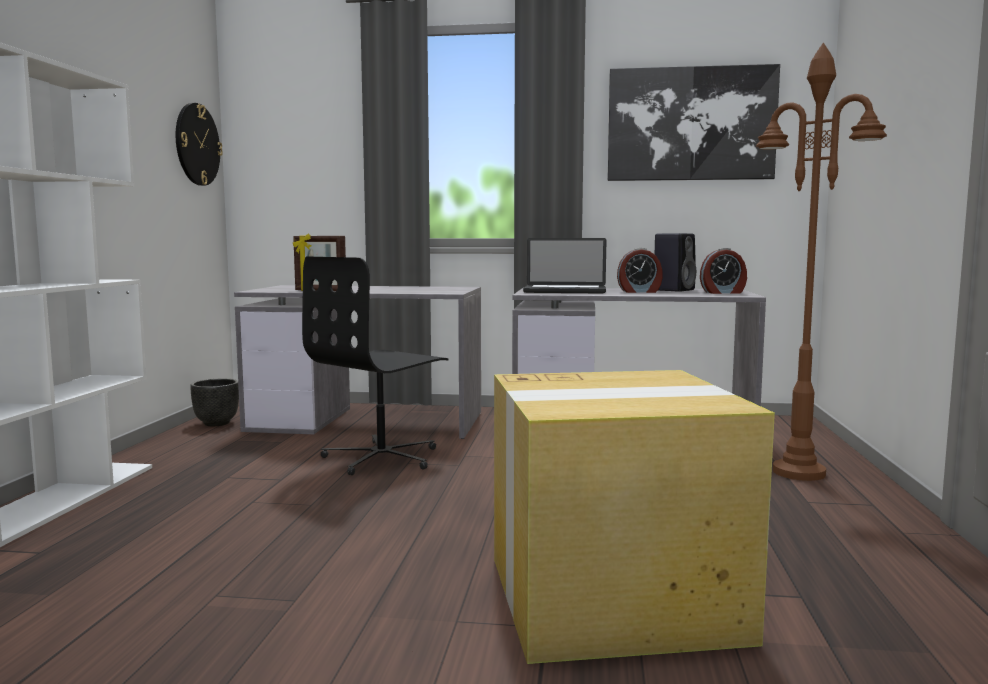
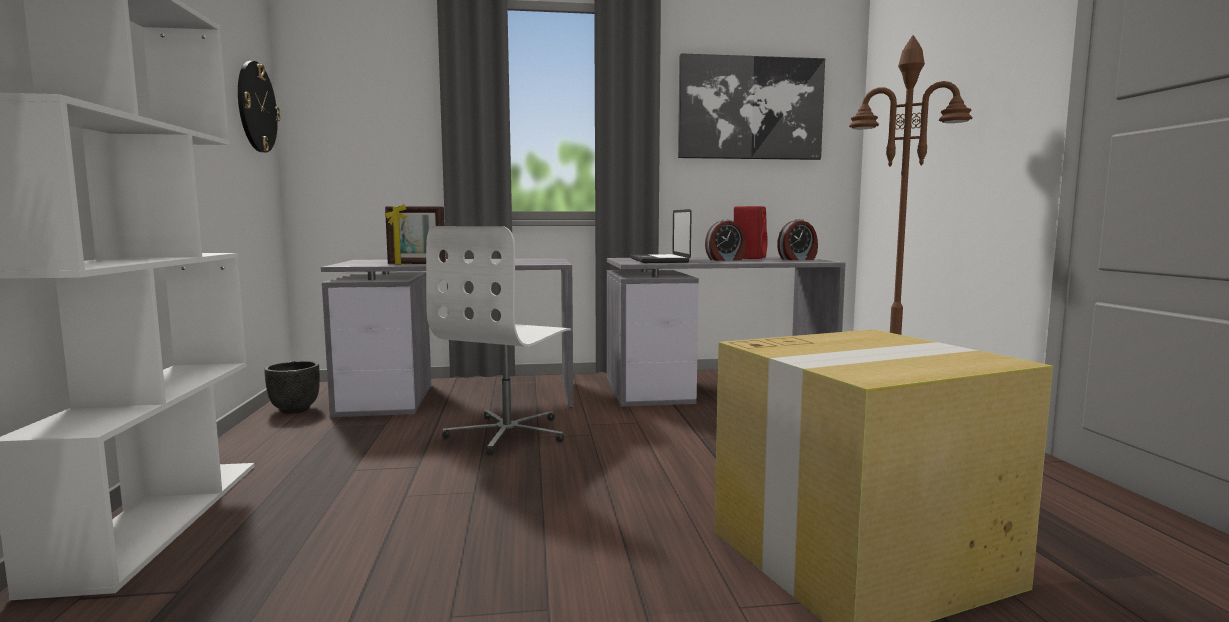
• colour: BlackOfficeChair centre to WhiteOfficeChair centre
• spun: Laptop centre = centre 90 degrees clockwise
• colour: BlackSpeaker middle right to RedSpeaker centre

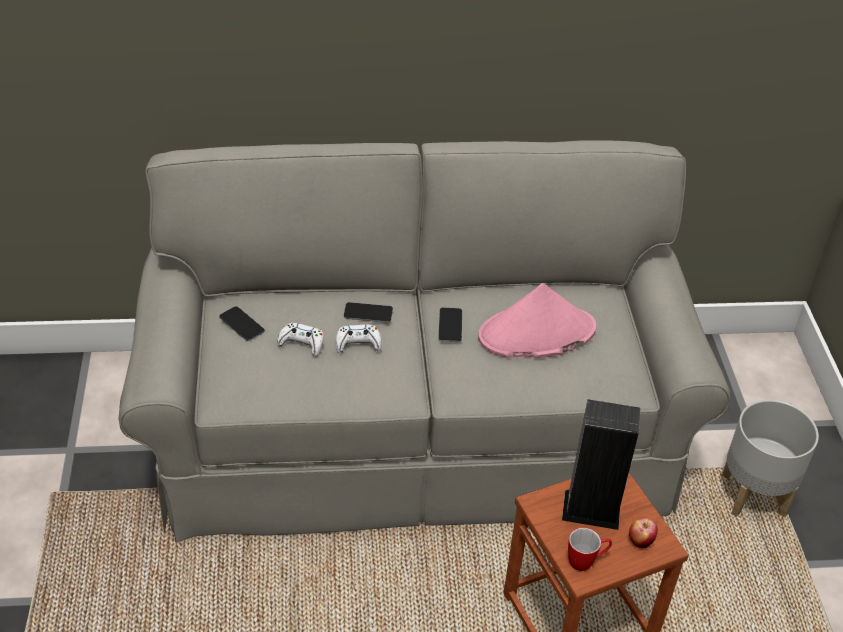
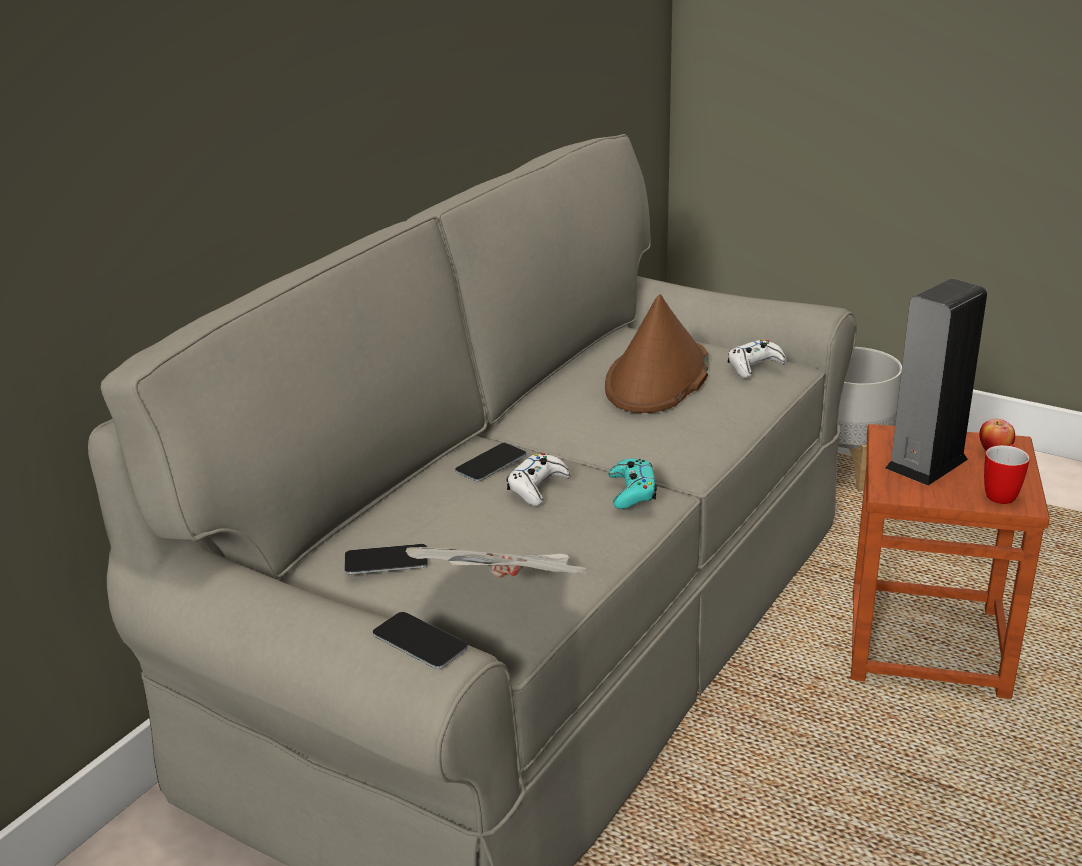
• relocated: WhiteGameController (no. 1 from left in the first image) centre to WhiteGameController (no. 2 from left) middle right
• relocated: Phone (no. 3 from left in the first image) centre to Phone (no. 2 from left) bottom centre
• colour: PinkHat centre to BrownHat centre
• appeared: Newspaper centre
• appeared: TurquoiseGameController centre

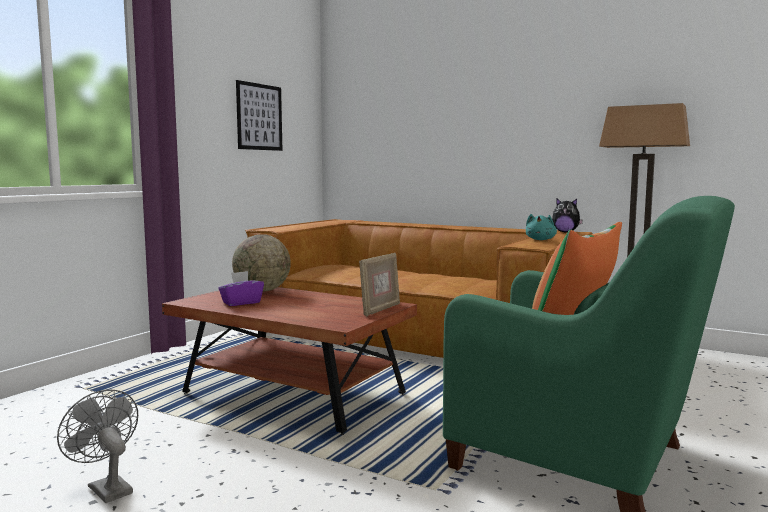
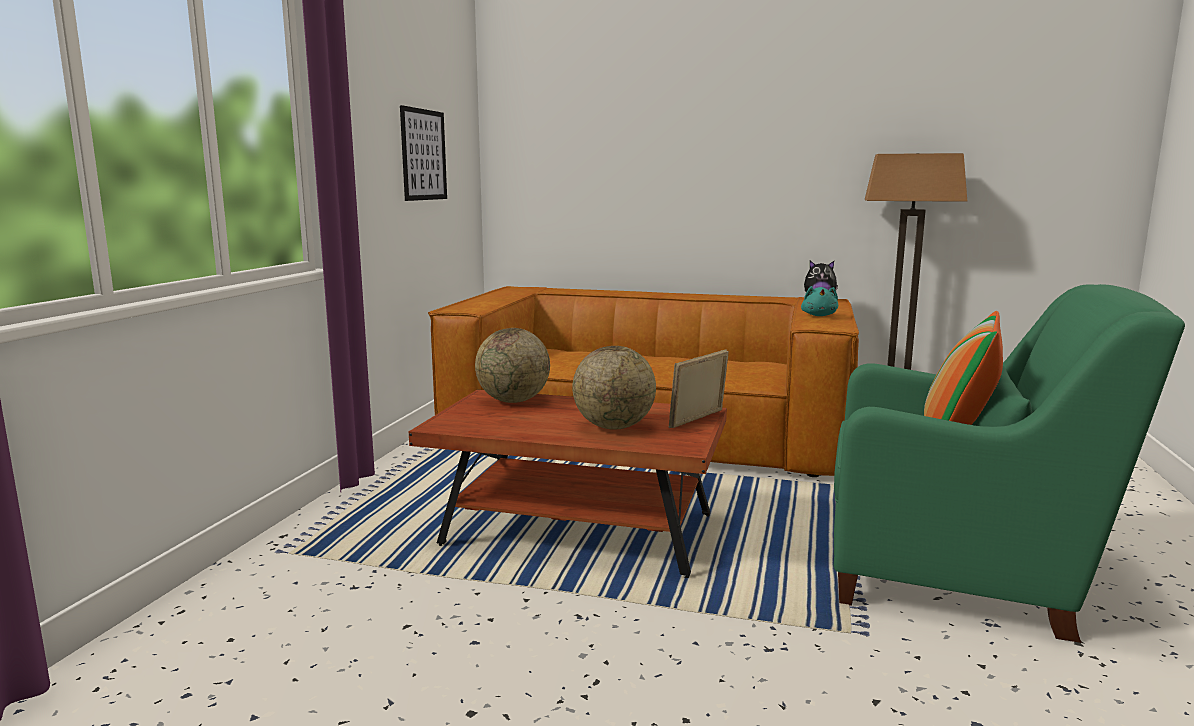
• missing: GreyFan bottom left
• missing: PurpleTissueBox middle left
• spun: PictureFrame centre = centre 150 degrees counterclockwise
• appeared: Globe (no. 2 from left) centre

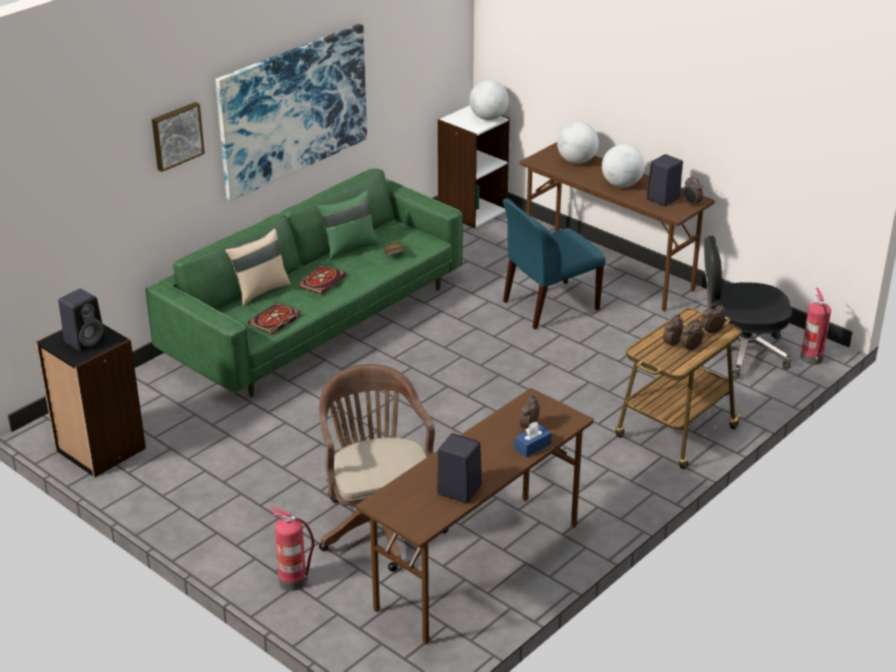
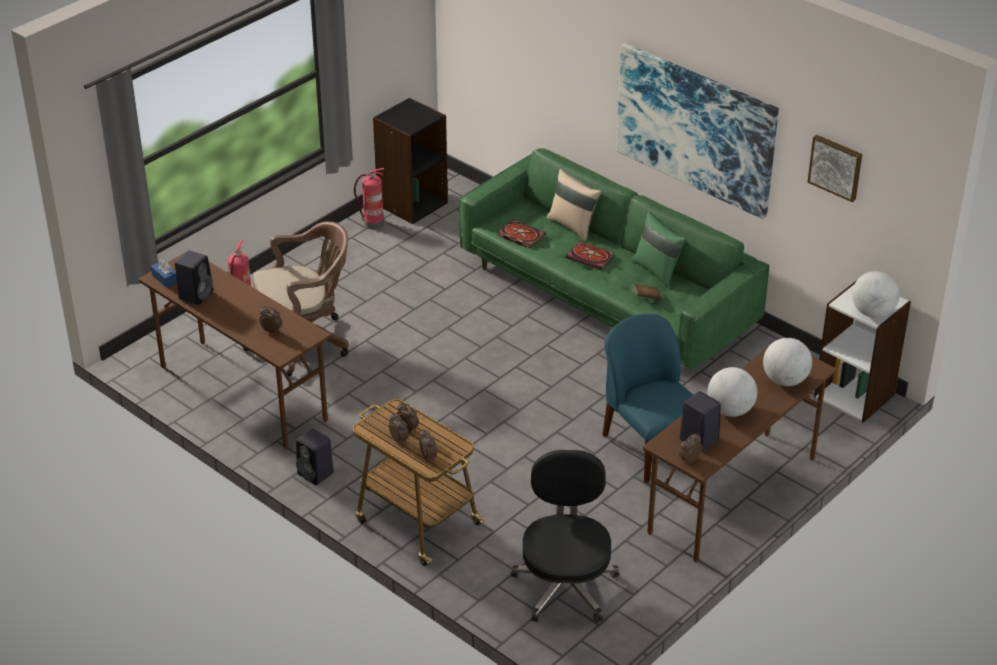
• relocated: BlackSpeaker (no. 1 from left in the first image) middle left to BlackSpeaker (no. 2 from left) bottom left
• relocated: Picture (no. 1 from left in the first image) top left to Picture (no. 2 from left) top right
• relocated: BlueTissueBox centre to middle left
• relocated: FireExtinguisher (no. 2 from left) middle right to top centre

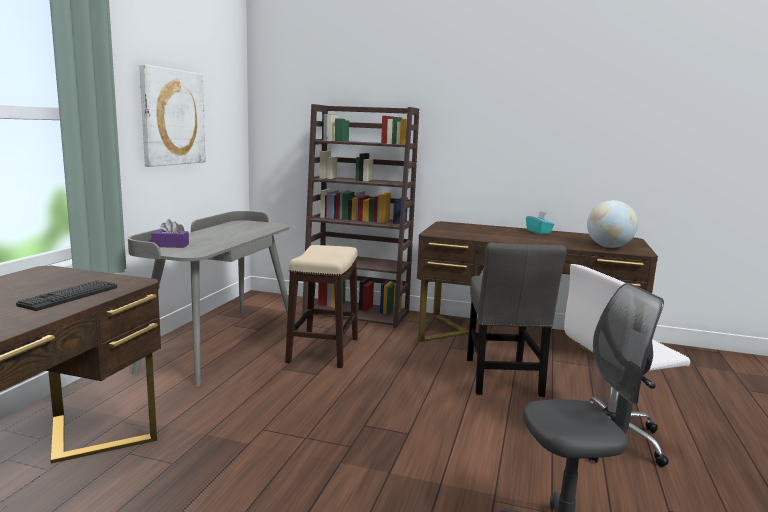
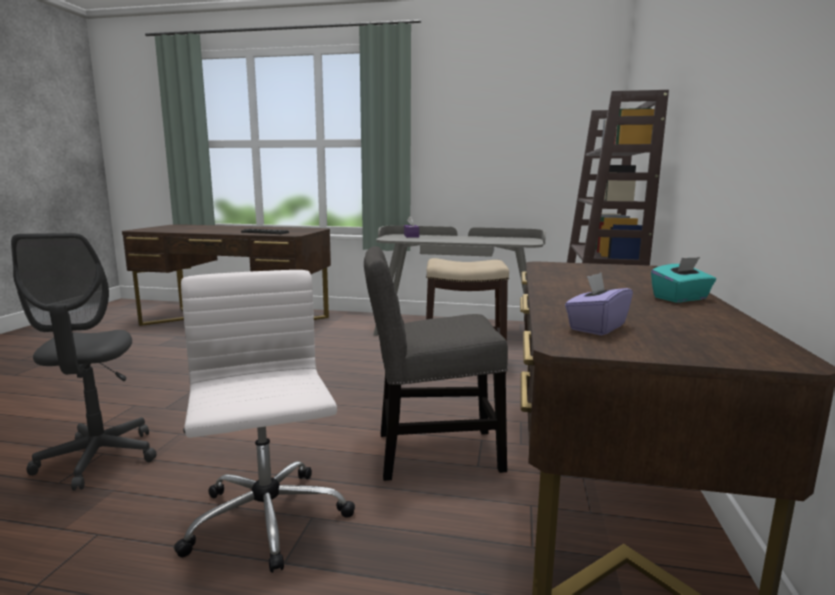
• missing: Picture top left
• exchanged: Globe middle right to PurpleTissueBox (no. 2 from left) middle right

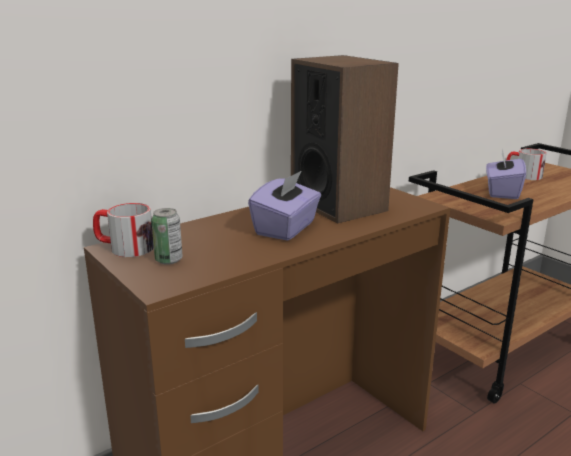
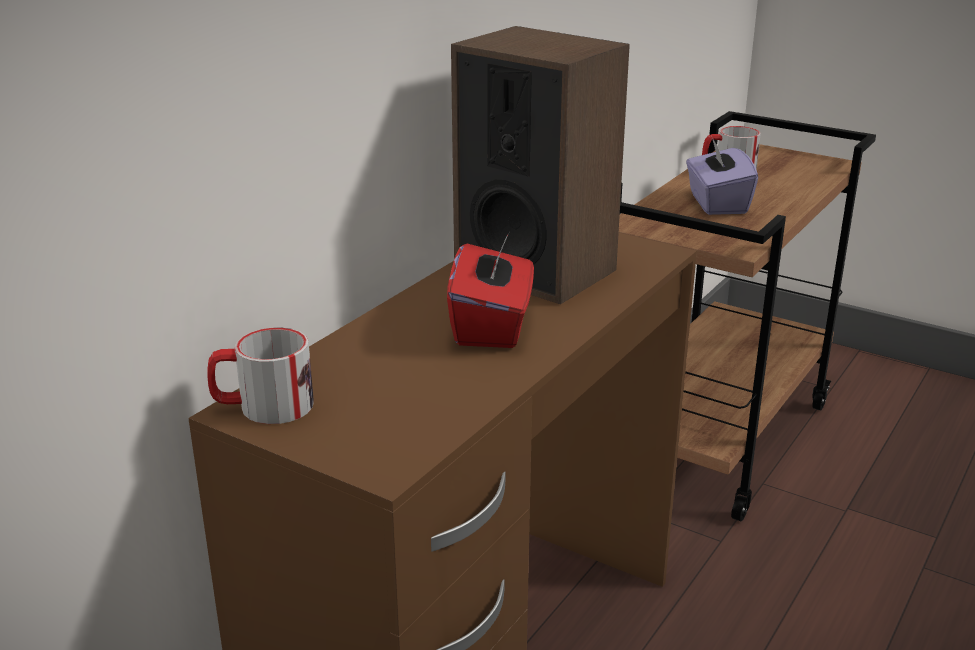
• missing: Can middle left
• colour: PurpleTissueBox (no. 1 from left) centre to RedTissueBox centre

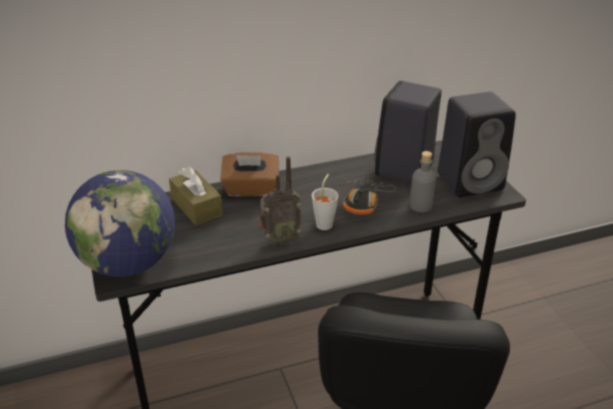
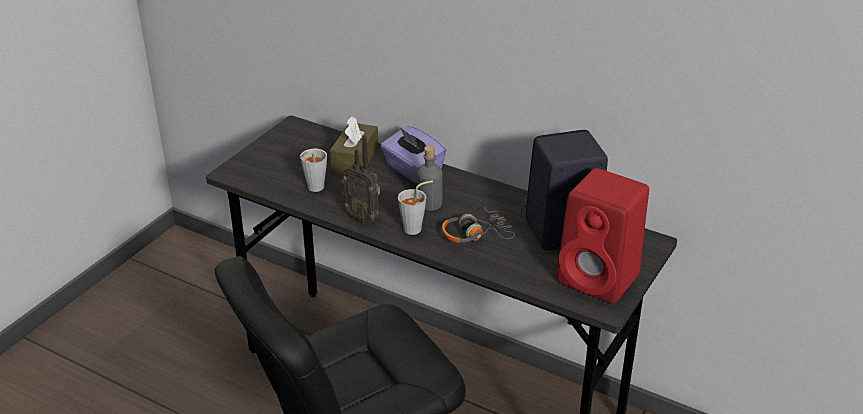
• missing: Globe middle left
• colour: BrownTissueBox (no. 2 from left) centre to PurpleTissueBox centre
• relocated: GreyBottle middle right to centre
• colour: BlackSpeaker (no. 2 from left) middle right to RedSpeaker middle right
• appeared: GreyCup (no. 1 from left) centre

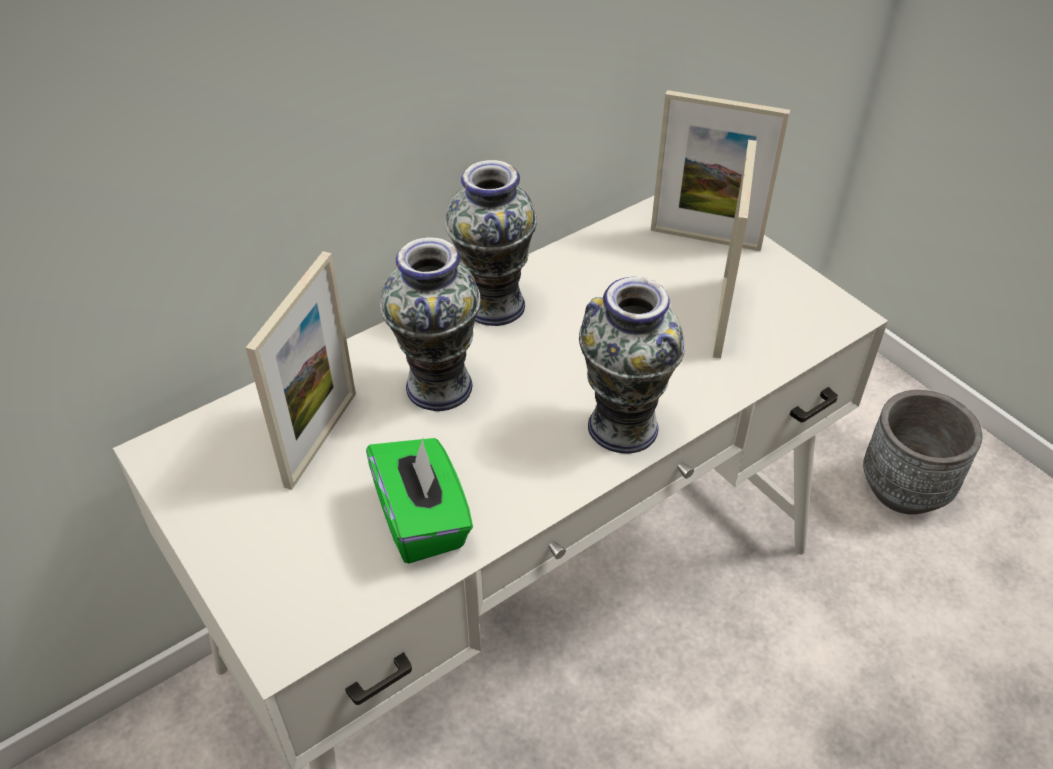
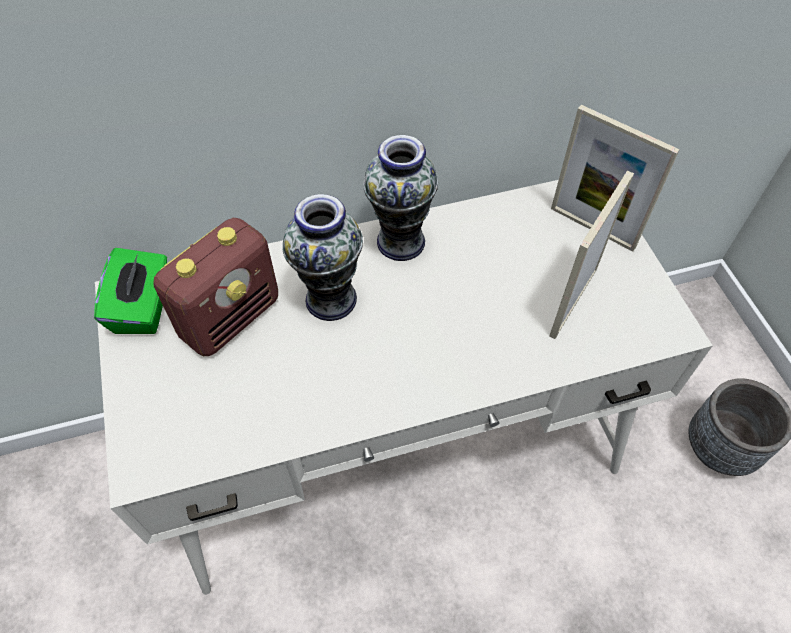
• exchanged: PictureFrame (no. 1 from left) middle left to Radio middle left
• relocated: GreenTissueBox centre to middle left
• missing: Vase (no. 3 from left) centre

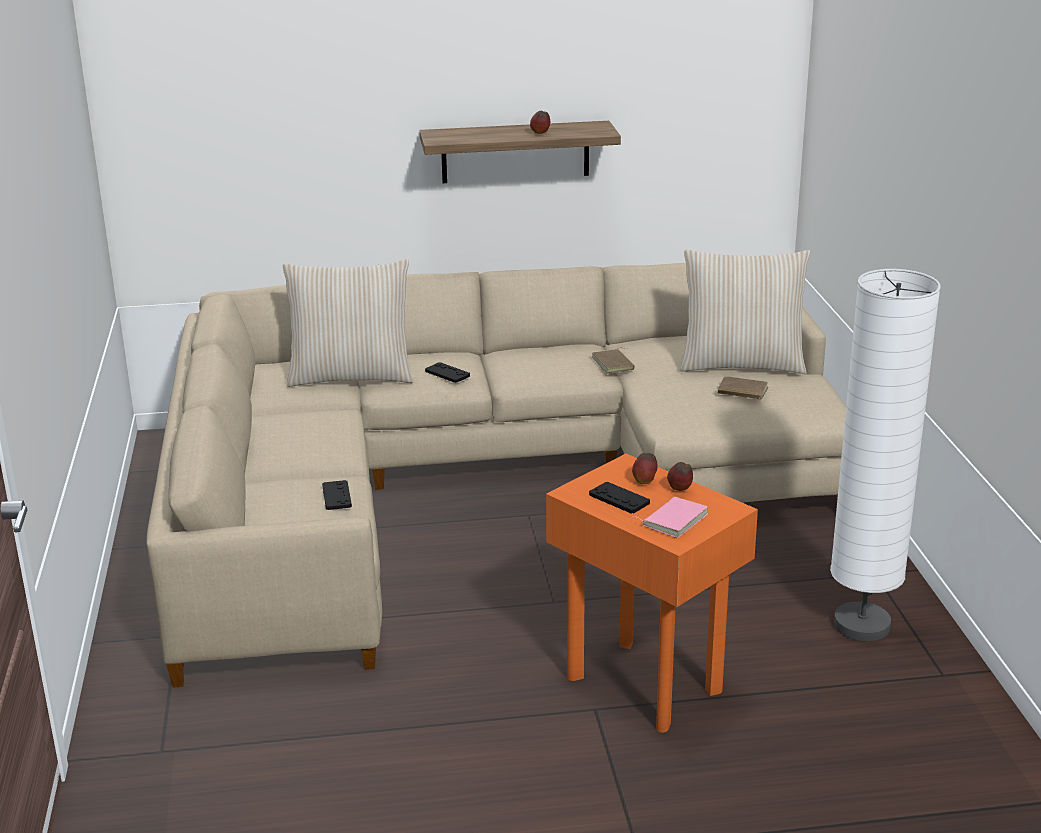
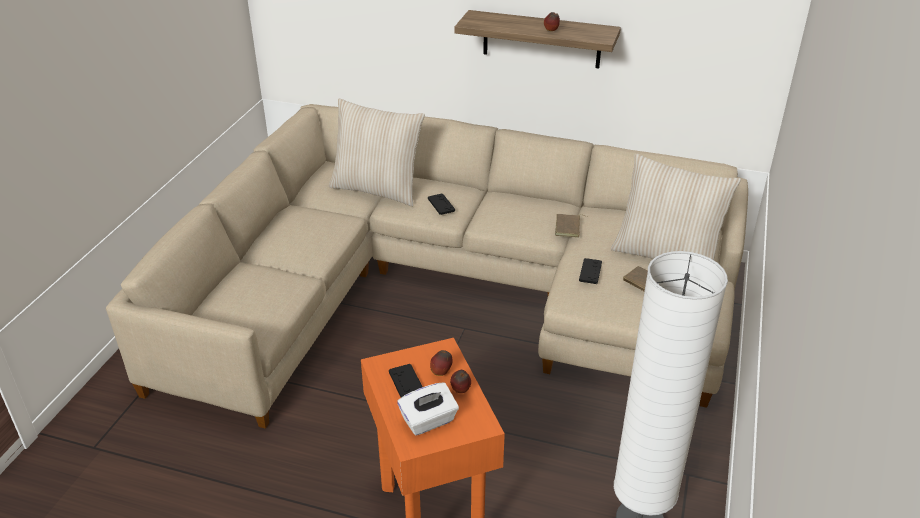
• relocated: BlackGameController (no. 1 from left in the first image) middle left to BlackGameController (no. 3 from left) centre
• exchanged: PinkBook centre to WhiteTissueBox bottom centre

